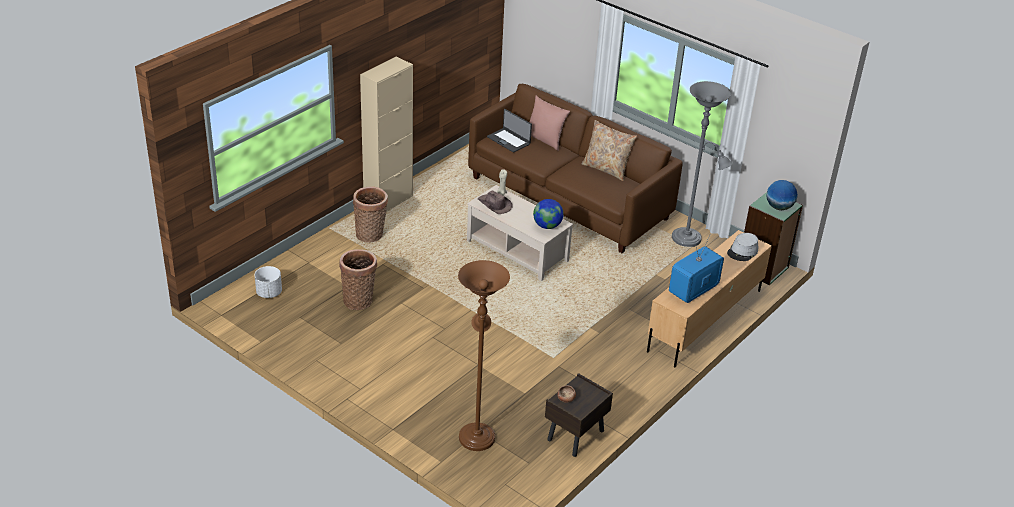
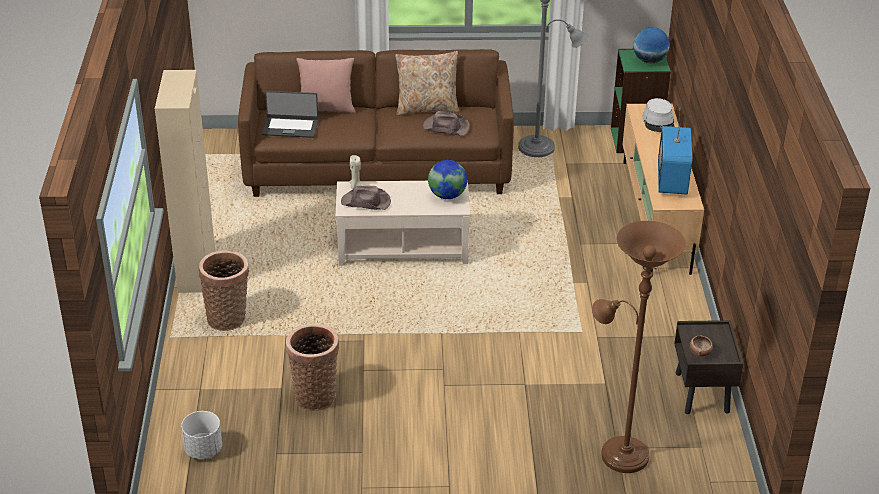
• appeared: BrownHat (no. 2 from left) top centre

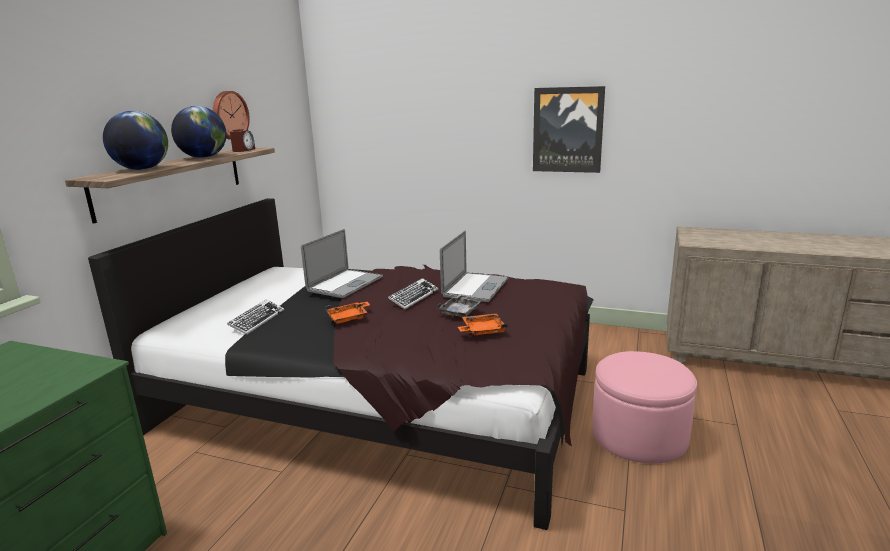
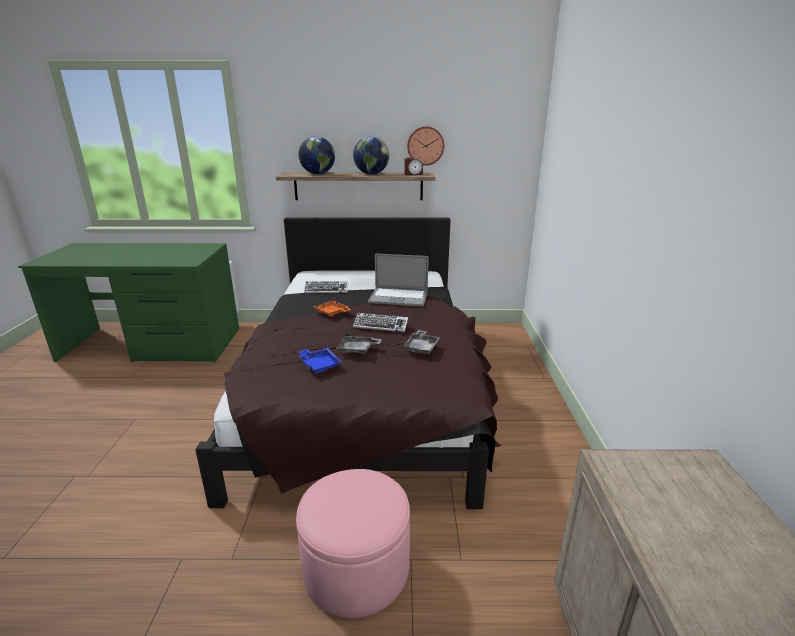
• exchanged: Laptop (no. 2 from left) centre to GreyTray (no. 2 from left) centre
• colour: OrangeTray (no. 2 from left) centre to BlueTray centre
• missing: Picture top centre

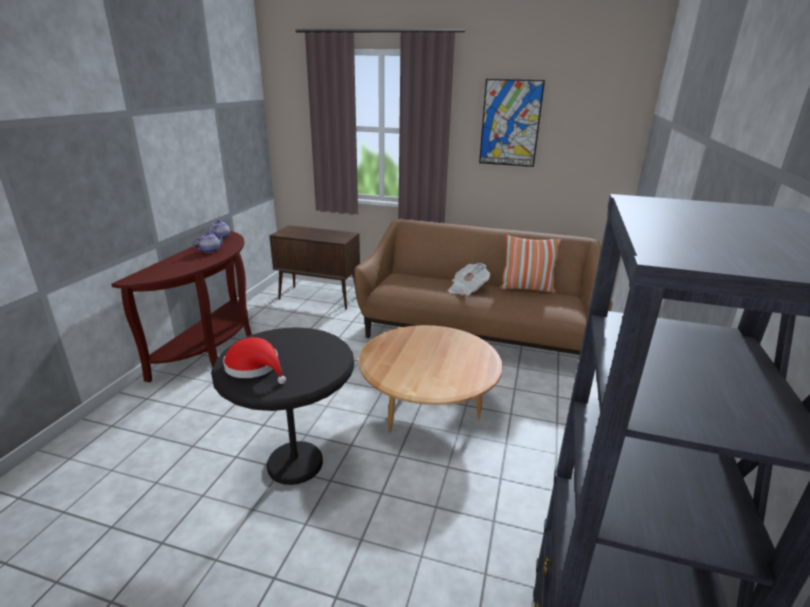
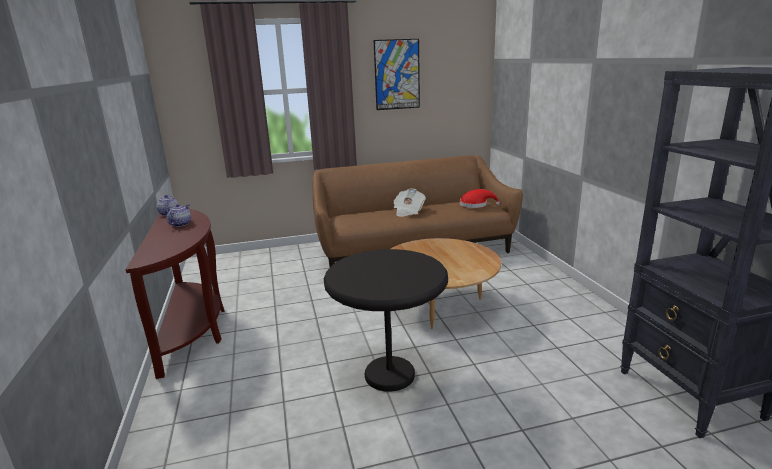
• relocated: RedHat middle left to centre
• missing: BrownCabinet centre
• missing: Pillow centre

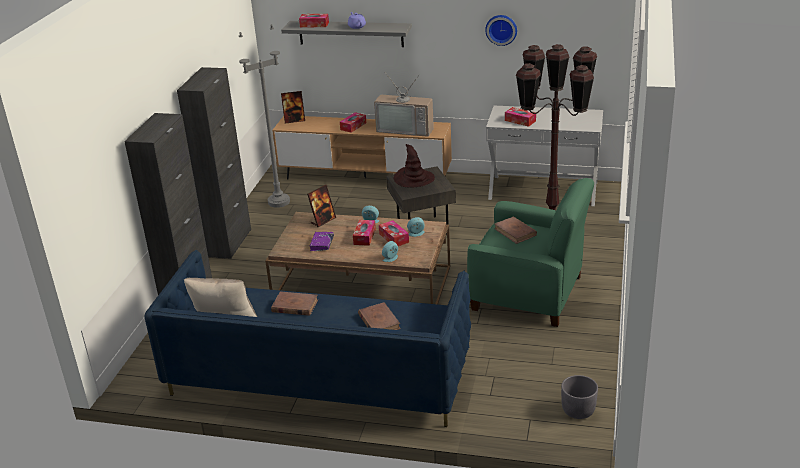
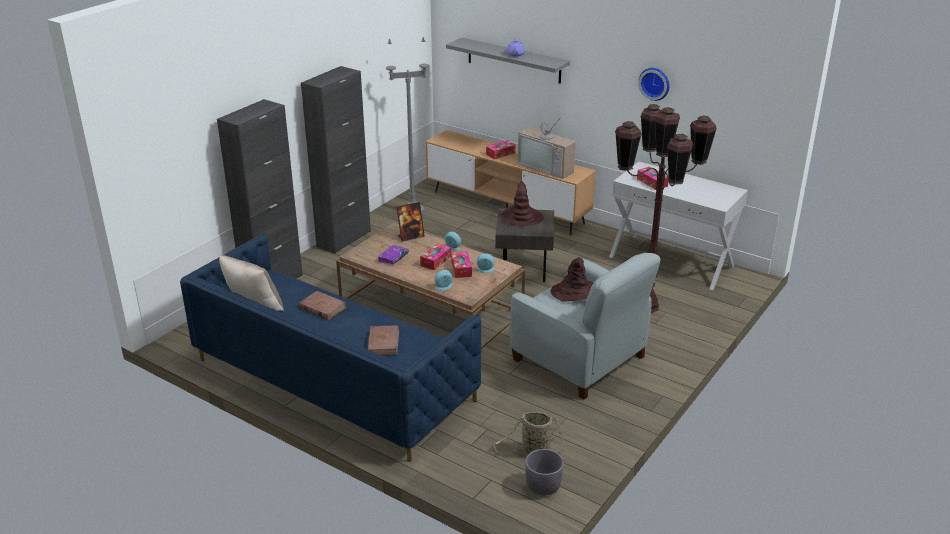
• missing: PictureFrame (no. 1 from left) top centre
• missing: TissueBox (no. 1 from left) top centre
• colour: GreenArmchair centre to GreyArmchair centre
• exchanged: BrownBook (no. 3 from left) centre to BrownHat (no. 2 from left) centre
• appeared: Basket bottom centre

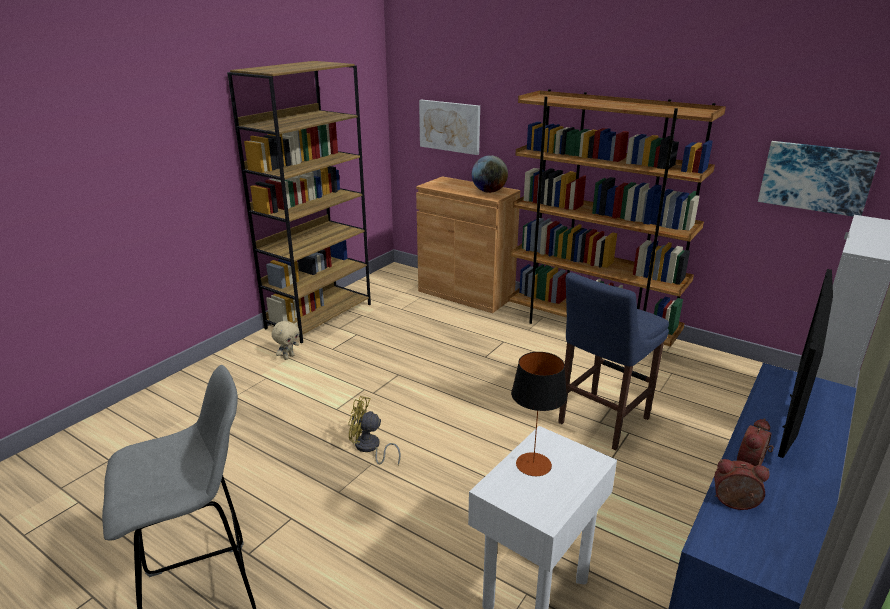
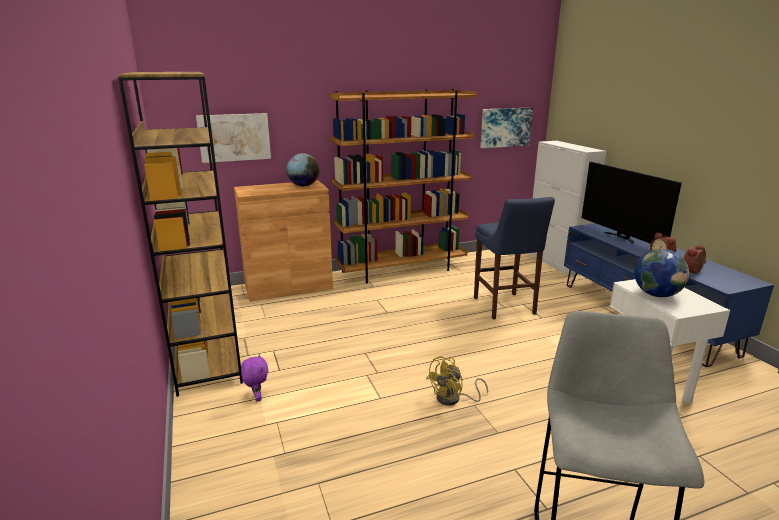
• colour: BeigePlushToy middle left to PurplePlushToy bottom left
• exchanged: TableLamp bottom centre to Globe (no. 2 from left) middle right

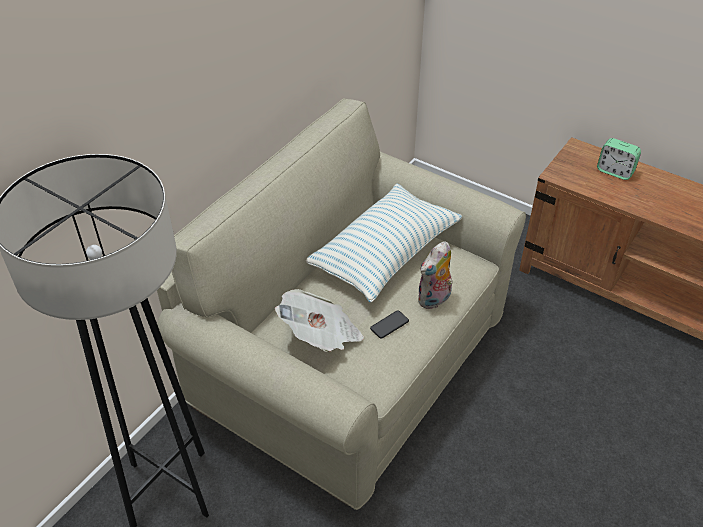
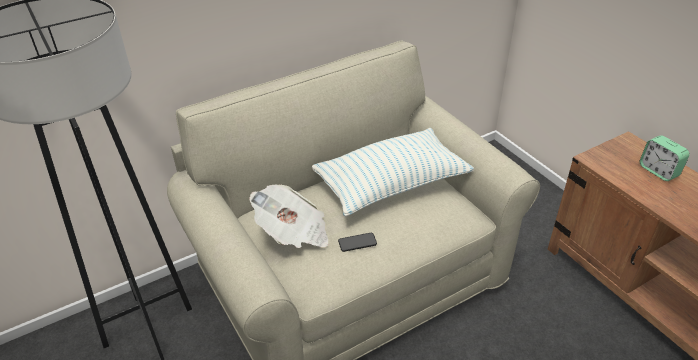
• missing: PlushToy centre

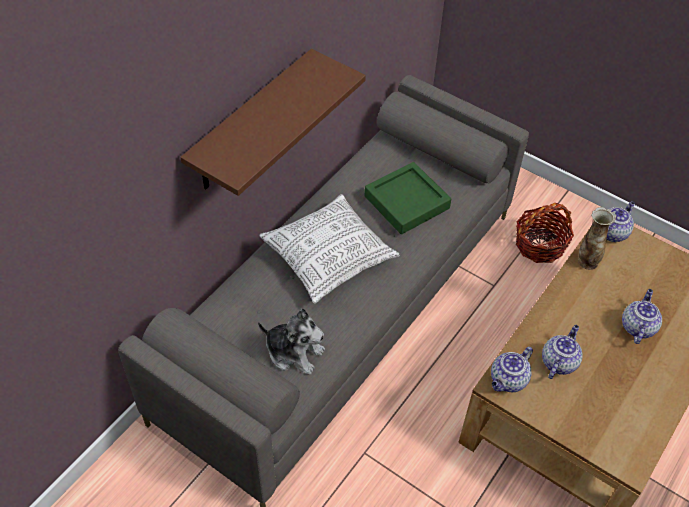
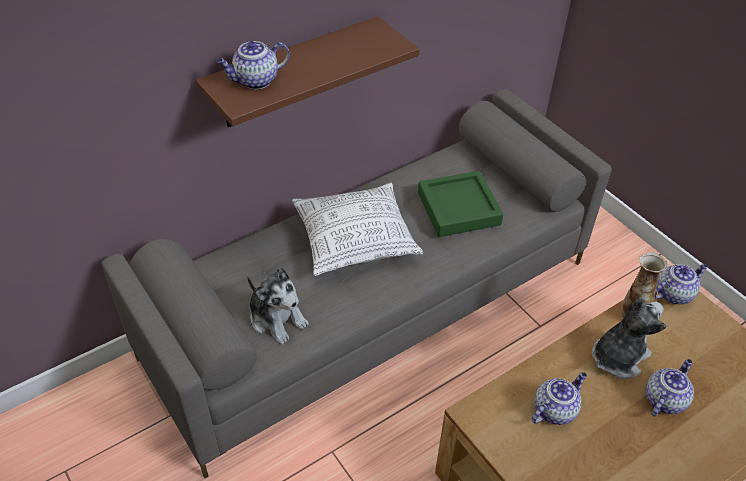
• relocated: Teapot (no. 1 from left) bottom right to top centre
• missing: Basket middle right
• appeared: PlushToy (no. 2 from left) bottom right

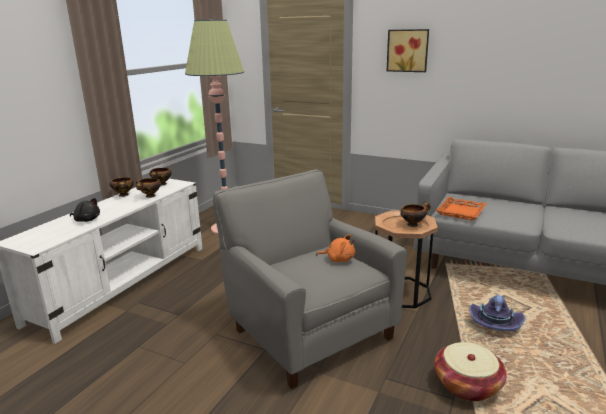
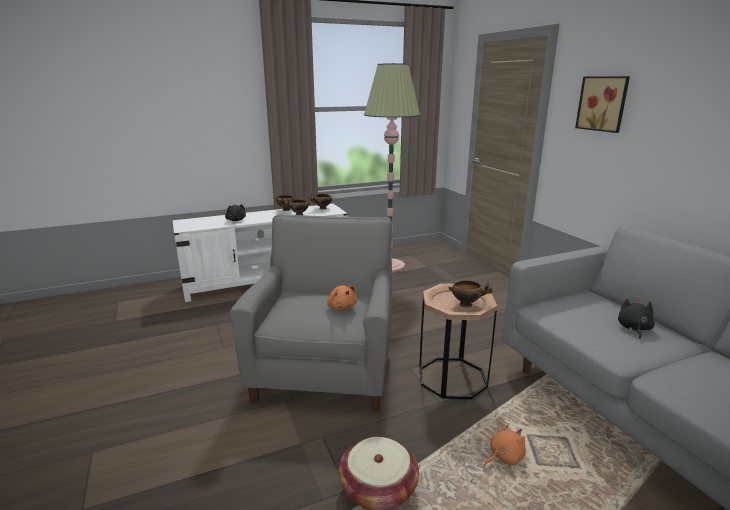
• missing: OrangeTray middle right
• exchanged: PurpleHat bottom right to OrangePlushToy (no. 2 from left) bottom right
• appeared: BlackPlushToy (no. 2 from left) middle right

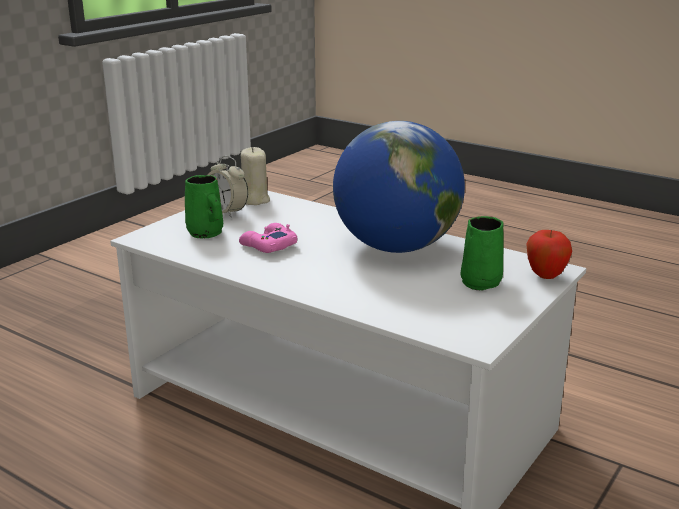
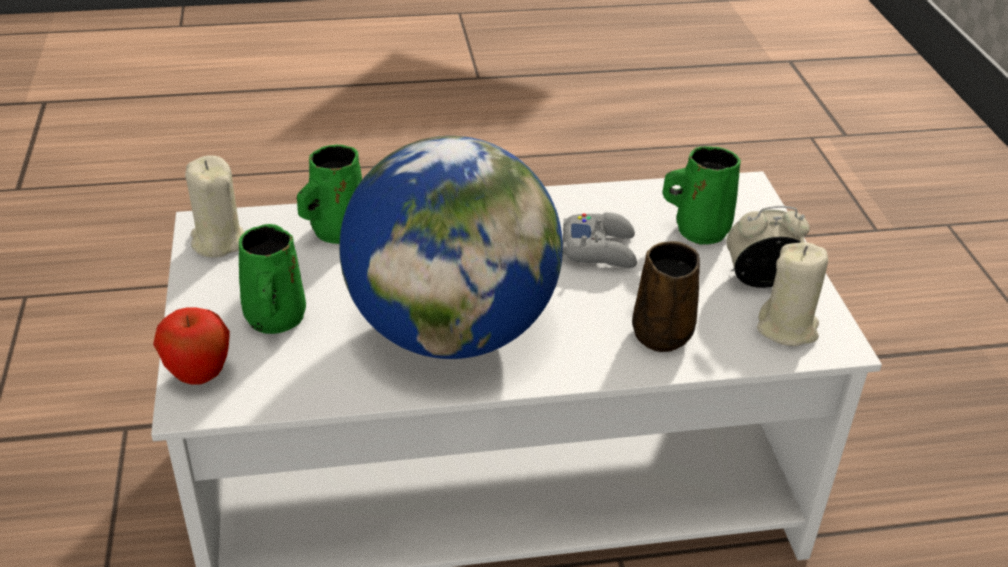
• colour: PinkGameController centre to GreyGameController centre
• appeared: BeigeCandle (no. 1 from left) middle left
• appeared: GreenMug (no. 2 from left) middle left
• appeared: BrownMug centre

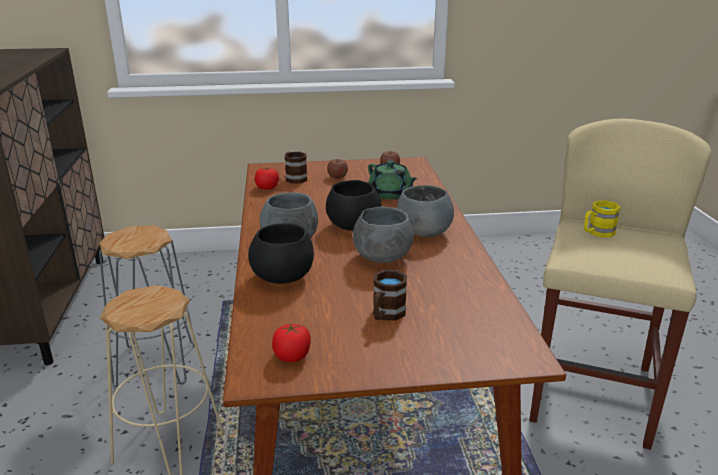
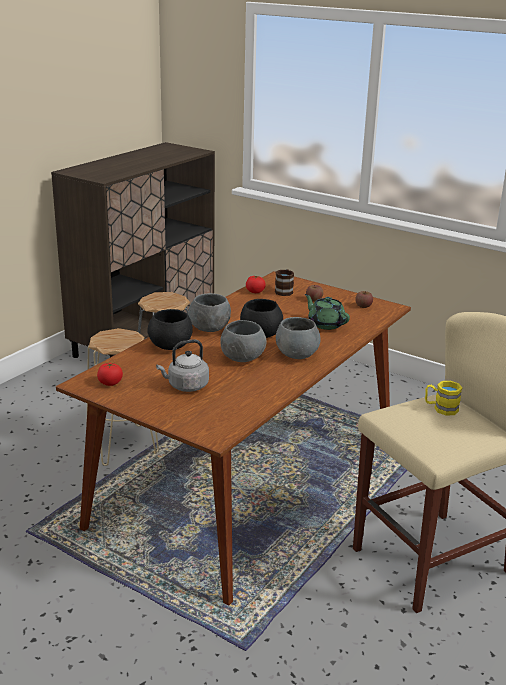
• spun: GreenTeapot centre = centre 135 degrees clockwise
• exchanged: BrownMug (no. 2 from left) centre to GreyKettle centre

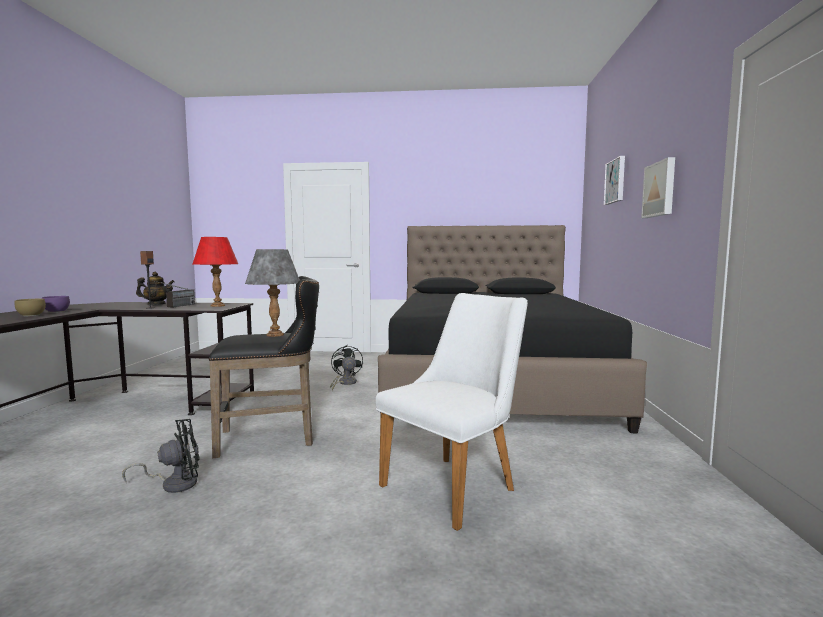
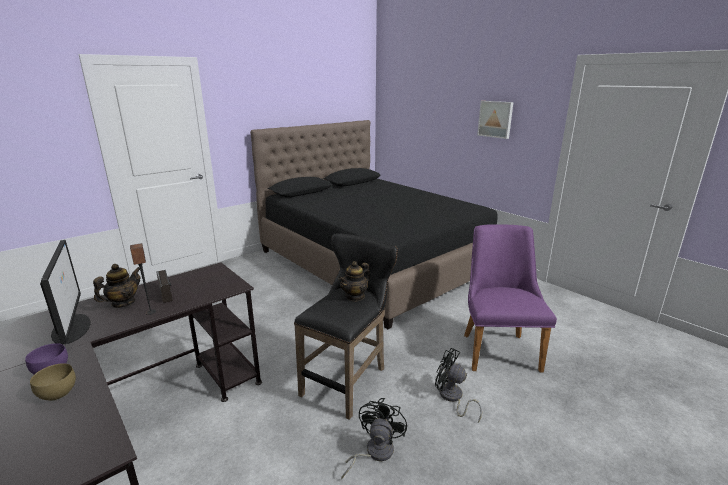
• missing: RedTableLamp middle left
• exchanged: GreyTableLamp middle left to Teapot (no. 2 from left) centre
• relocated: BlackFan (no. 2 from left) centre to bottom centre
• colour: WhiteChair bottom centre to PurpleChair middle right
• missing: Picture (no. 1 from left) top right
• appeared: Monitor middle left

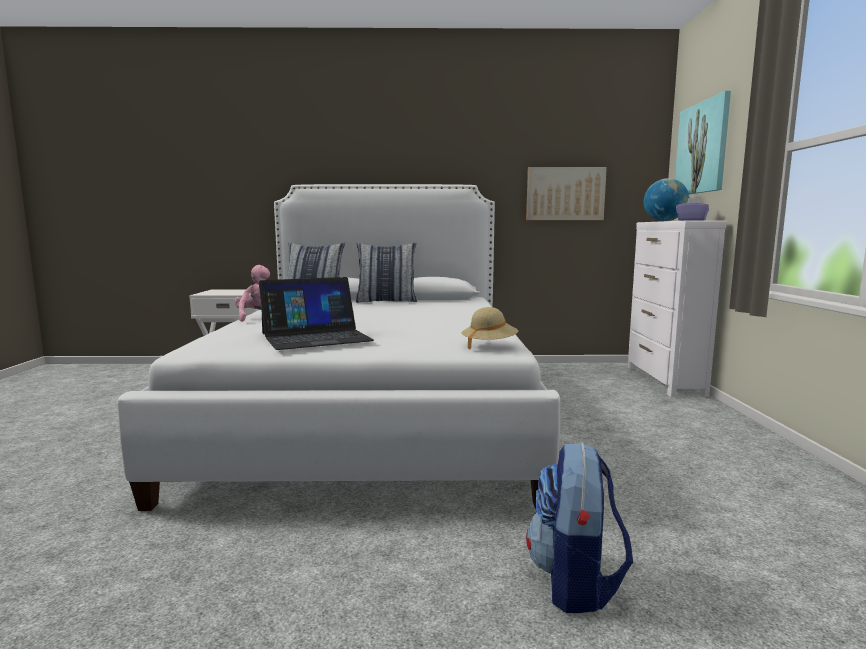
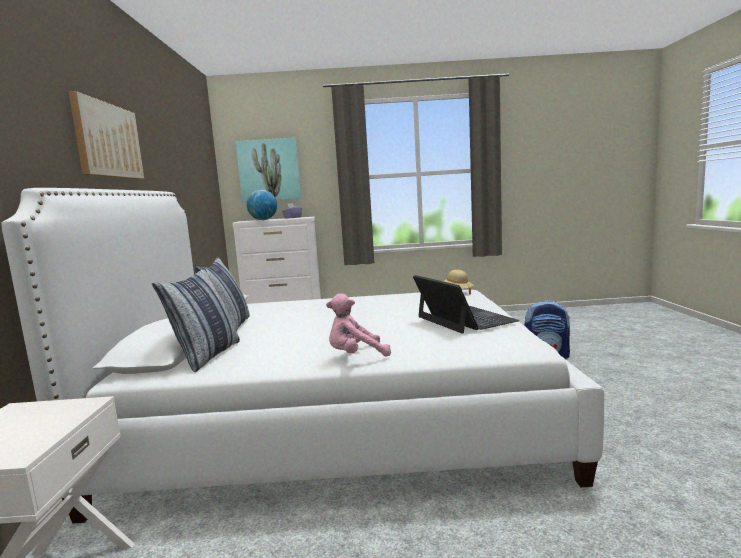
• relocated: Picture (no. 1 from left) top centre to top left

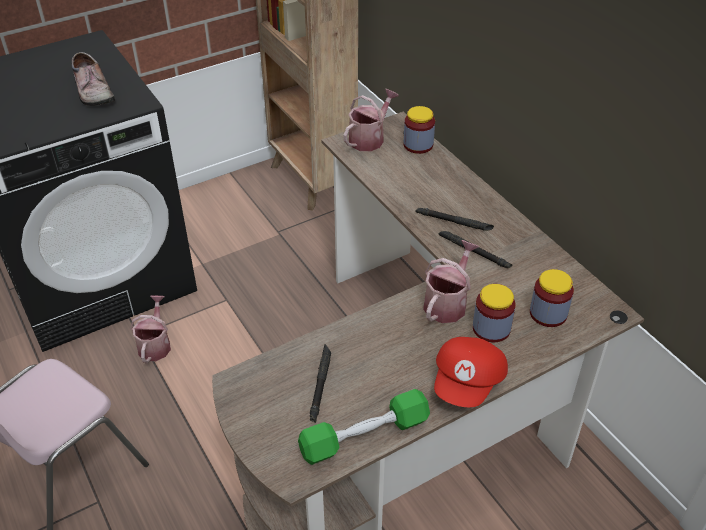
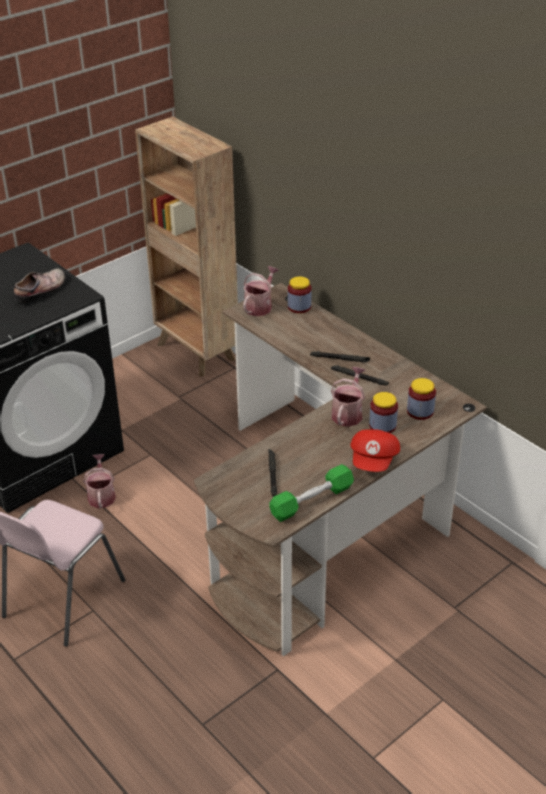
• spun: Shoe top left = middle left 105 degrees counterclockwise

